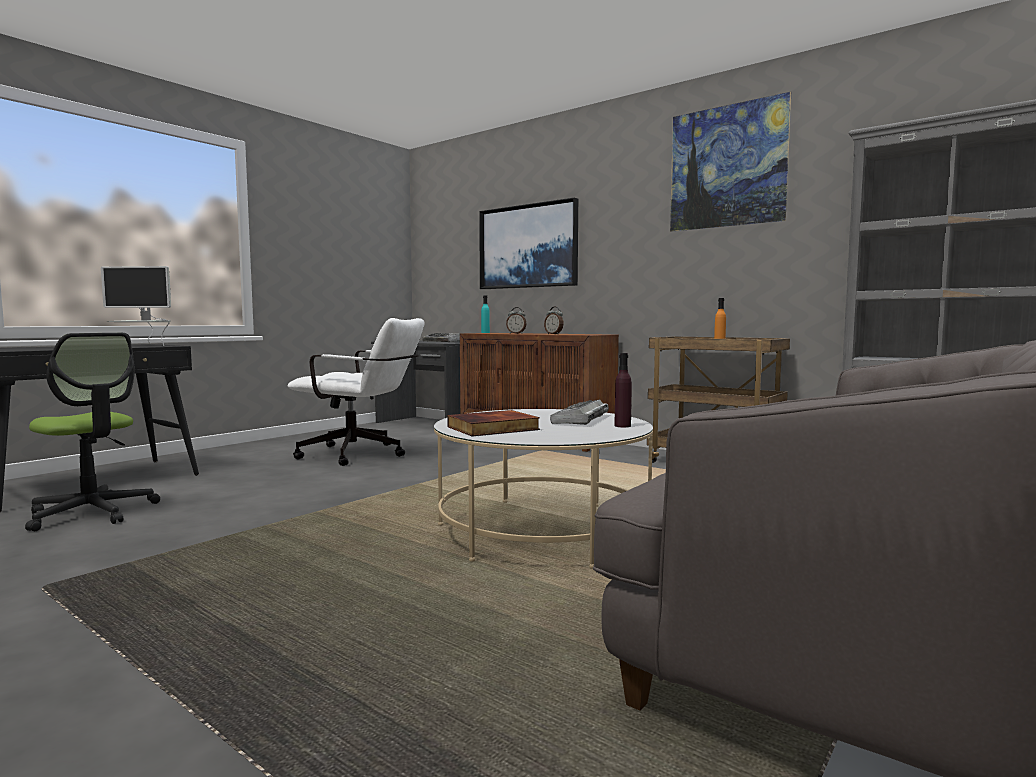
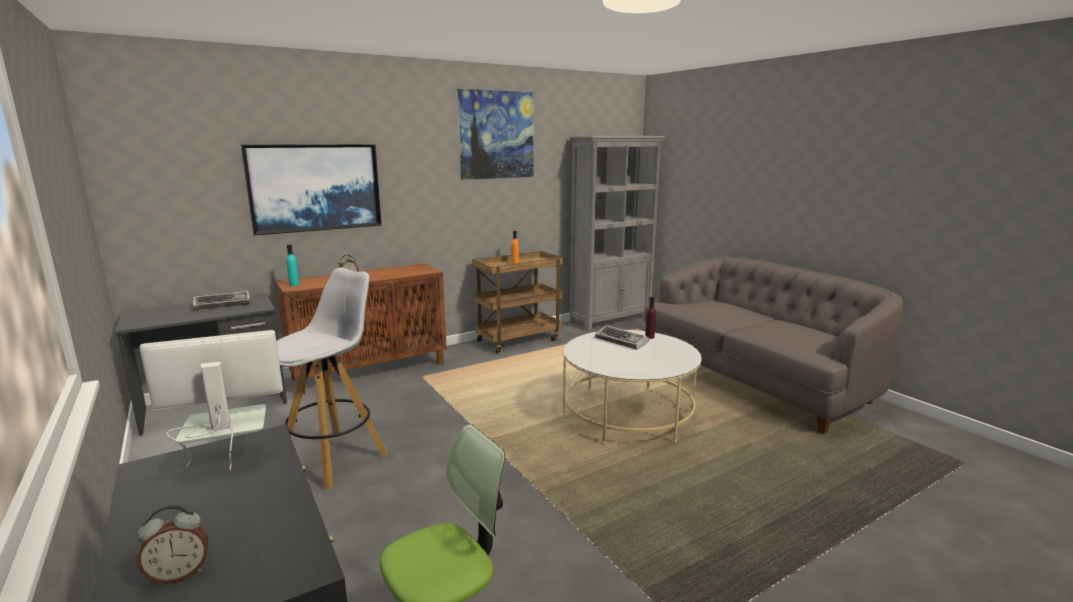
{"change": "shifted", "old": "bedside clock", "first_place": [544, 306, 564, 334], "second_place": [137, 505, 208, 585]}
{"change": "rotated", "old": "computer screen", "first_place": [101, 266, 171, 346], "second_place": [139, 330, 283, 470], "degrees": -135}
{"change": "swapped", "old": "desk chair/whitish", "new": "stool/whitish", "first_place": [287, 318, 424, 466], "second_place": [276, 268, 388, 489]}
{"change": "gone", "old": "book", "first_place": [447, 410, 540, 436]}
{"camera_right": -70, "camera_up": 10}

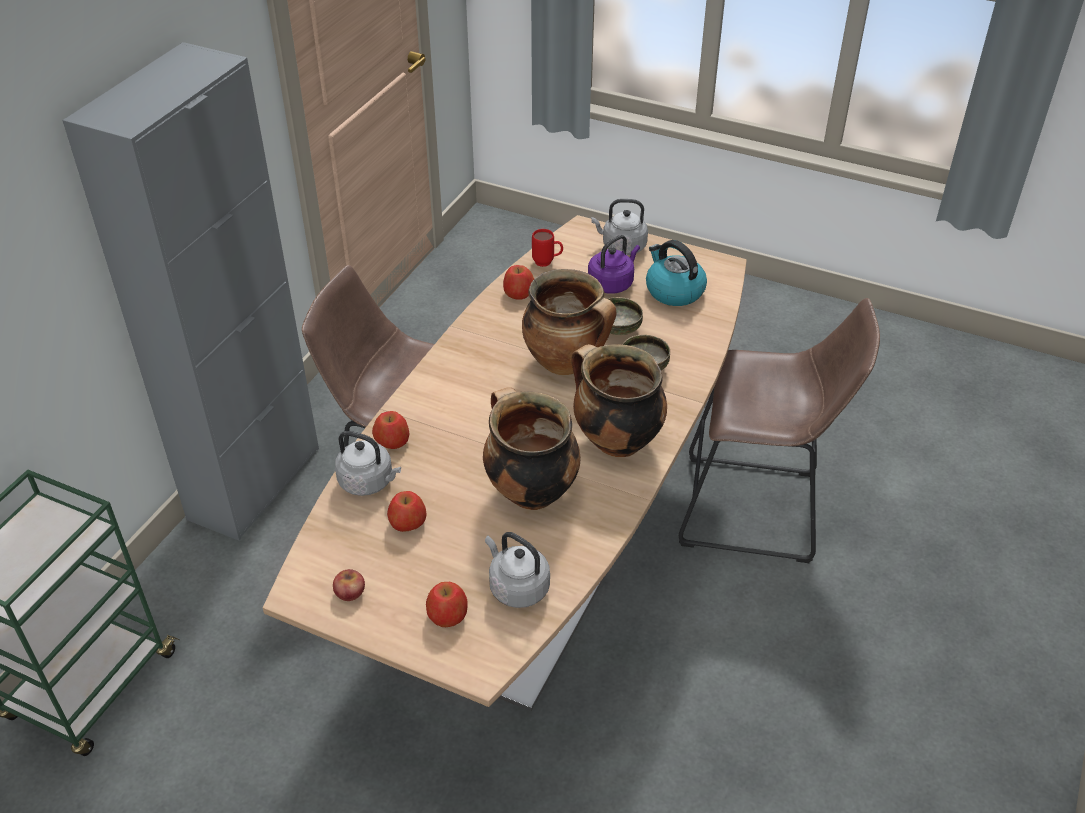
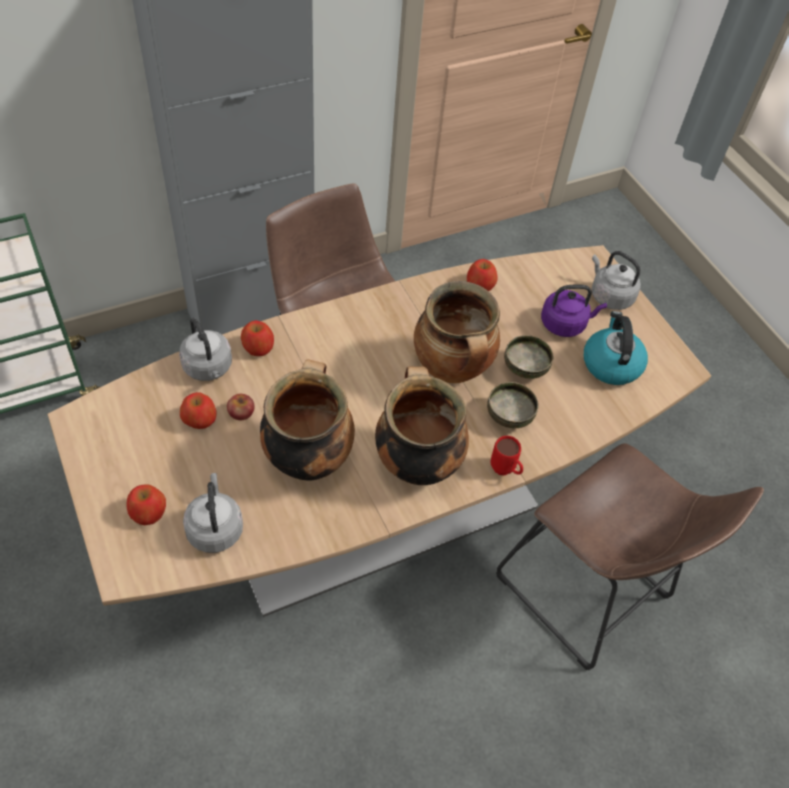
{"change": "shifted", "old": "apple", "first_place": [333, 569, 365, 601], "second_place": [227, 394, 255, 420]}
{"change": "shifted", "old": "mug/reddish", "first_place": [532, 229, 563, 267], "second_place": [491, 436, 523, 475]}
{"camera_right": 35, "camera_up": 10}

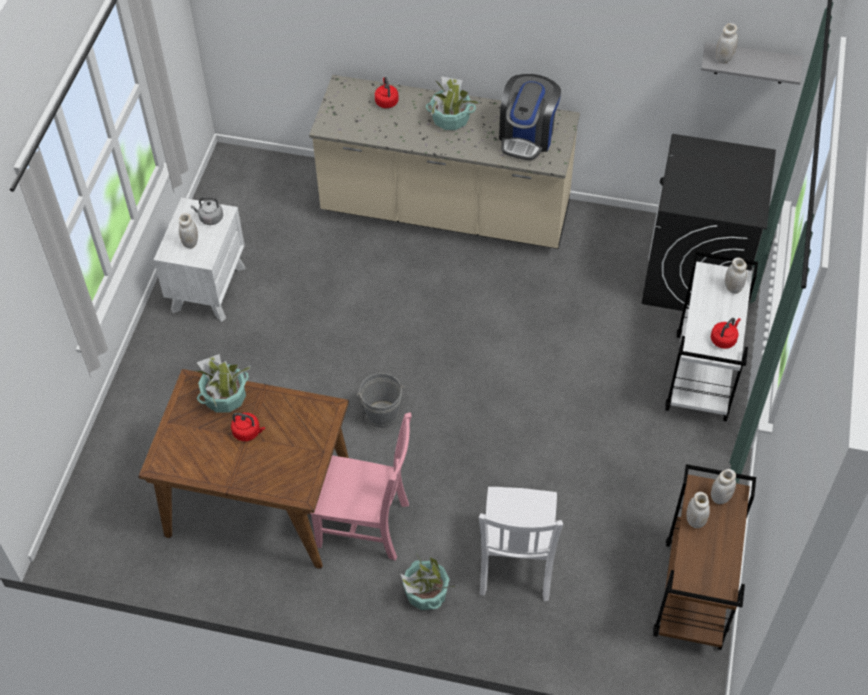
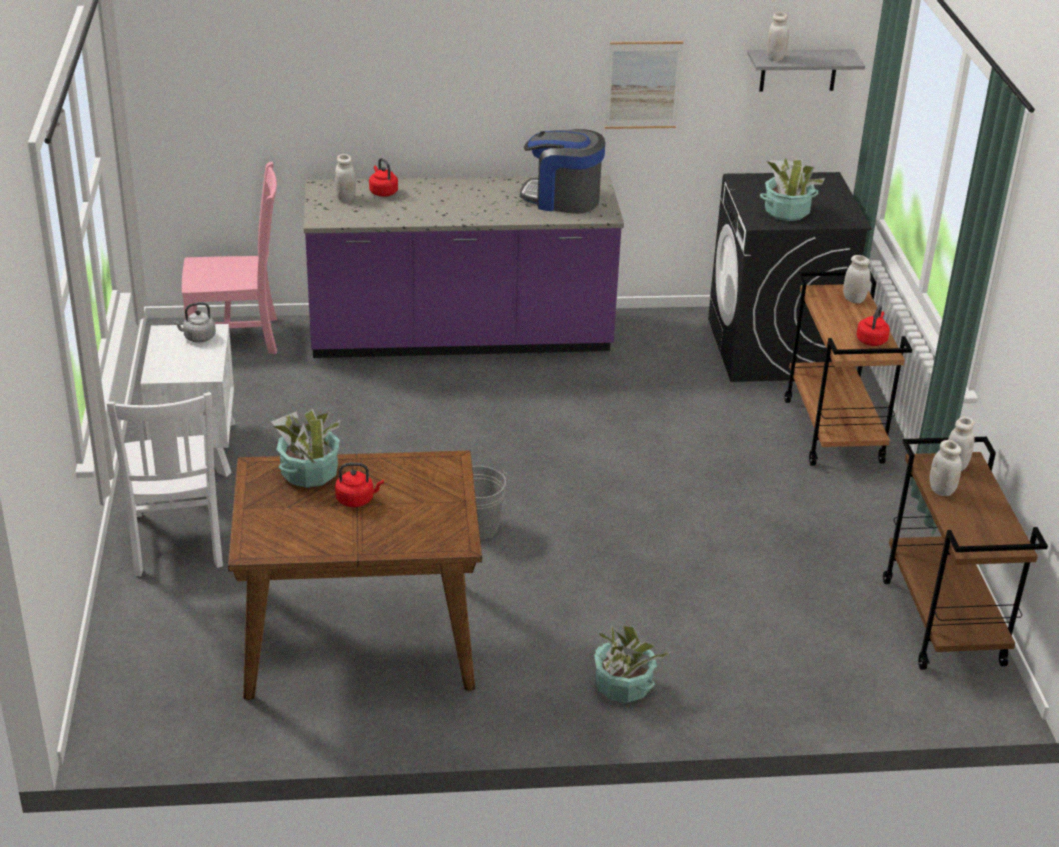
{"change": "shifted", "old": "upright chair/whitish", "first_place": [479, 487, 563, 601], "second_place": [107, 392, 223, 576]}
{"change": "shifted", "old": "upright chair/pink", "first_place": [310, 412, 411, 561], "second_place": [182, 161, 277, 354]}
{"change": "repainted", "old": "counter/beige", "new": "counter/purple", "first_place": [309, 75, 580, 249], "second_place": [304, 176, 624, 358]}
{"change": "shifted", "old": "jar/whitish", "first_place": [179, 213, 198, 249], "second_place": [335, 154, 356, 202]}
{"change": "rotated", "old": "coffee machine", "first_place": [499, 74, 561, 160], "second_place": [520, 129, 605, 214], "degrees": 105}
{"change": "new", "new": "picture", "second_place": [605, 41, 683, 129]}
{"change": "shifted", "old": "potted plant", "first_place": [426, 76, 480, 130], "second_place": [760, 157, 825, 221]}
{"change": "repainted", "old": "trolley/whitish", "new": "trolley/brown-coloured", "first_place": [665, 251, 758, 421], "second_place": [785, 271, 912, 466]}
{"camera_right": -20, "camera_up": -20}

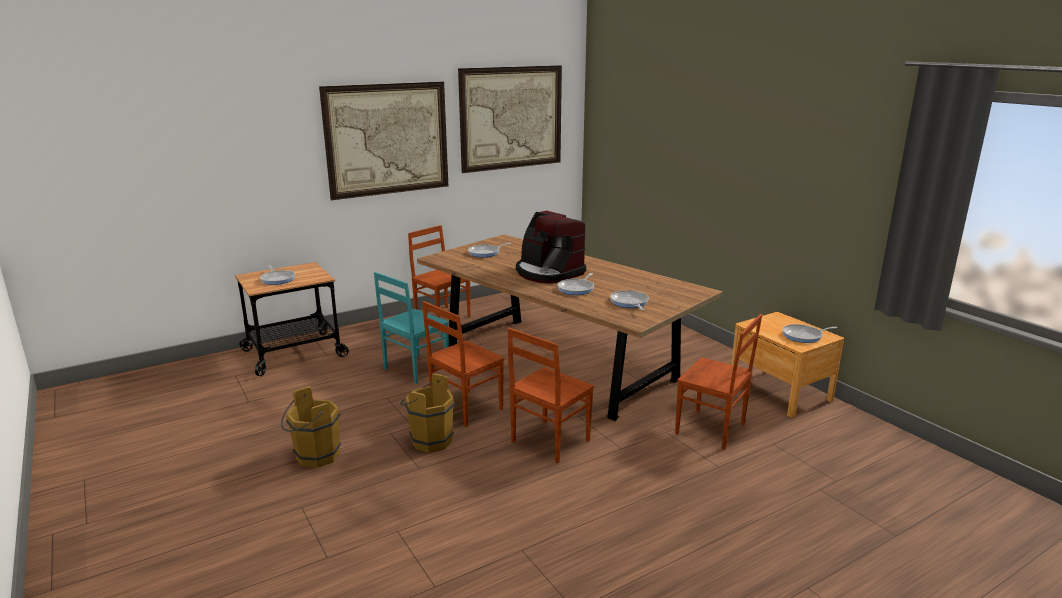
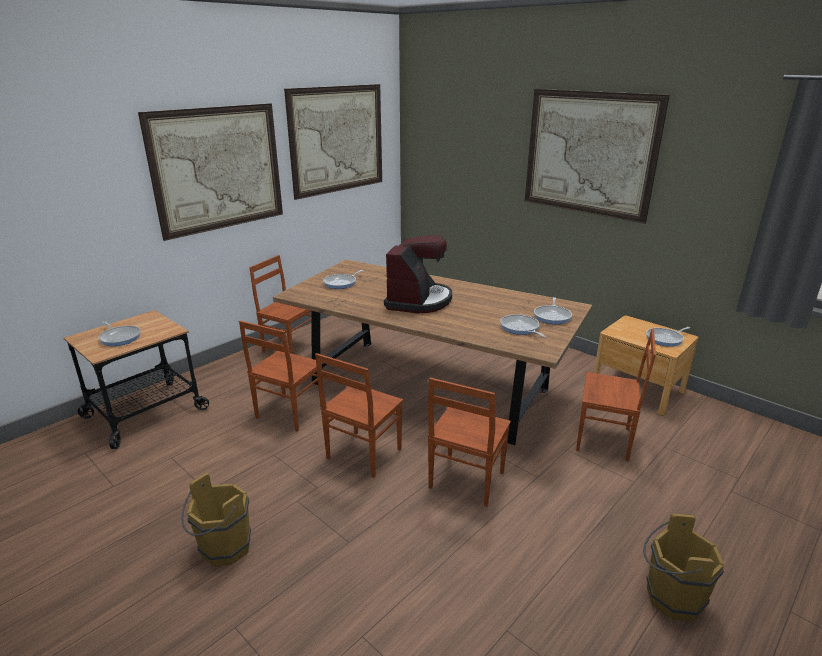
{"change": "repainted", "old": "upright chair/turquoise", "new": "upright chair/brown-coloured", "first_place": [374, 272, 449, 384], "second_place": [239, 320, 322, 432]}
{"change": "rotated", "old": "coffee machine", "first_place": [516, 211, 586, 283], "second_place": [384, 235, 452, 313], "degrees": -105}
{"change": "new", "new": "picture", "second_place": [525, 89, 670, 224]}
{"change": "shifted", "old": "frying pan", "first_place": [557, 273, 594, 295], "second_place": [534, 297, 572, 324]}
{"change": "shifted", "old": "water bucket/brown-coloured", "first_place": [400, 373, 455, 453], "second_place": [643, 513, 724, 622]}
{"camera_right": -15, "camera_up": 5}

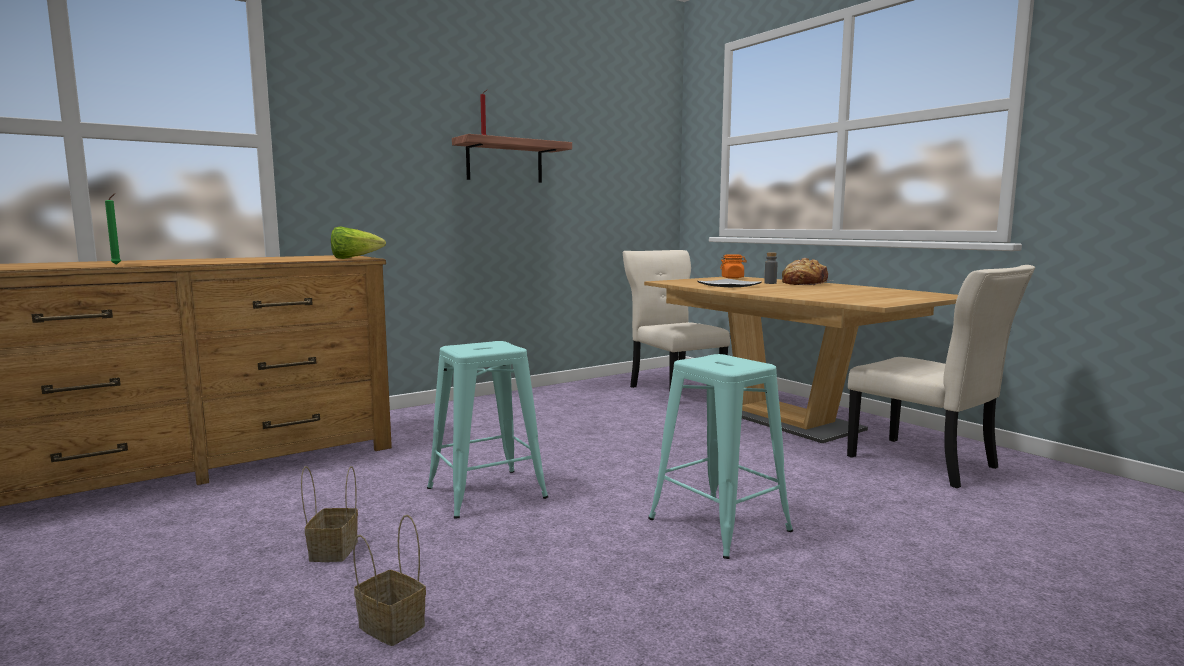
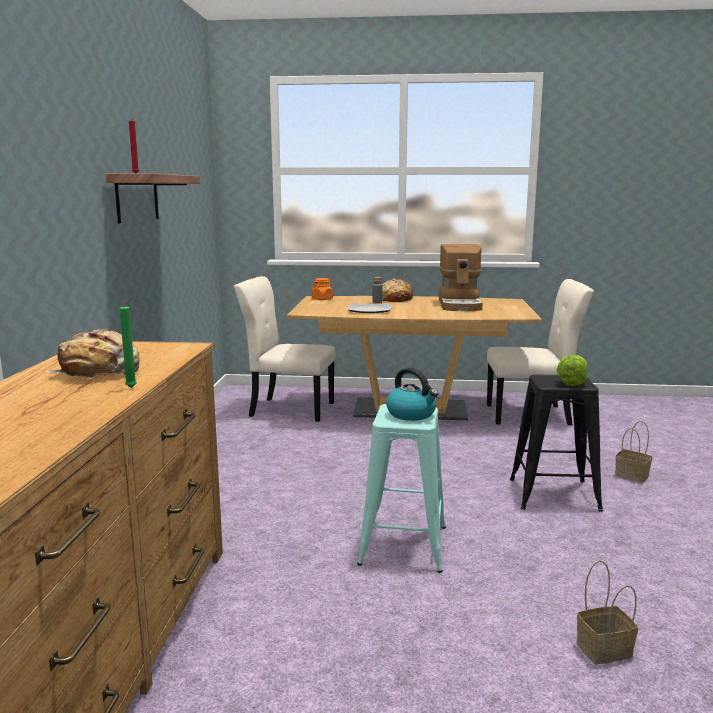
{"change": "new", "new": "bread", "second_place": [45, 328, 139, 379]}
{"change": "shifted", "old": "candle/green-coloured", "first_place": [105, 193, 121, 265], "second_place": [120, 297, 137, 388]}
{"change": "new", "new": "water kettle", "second_place": [386, 368, 439, 421]}
{"change": "new", "new": "coffee machine", "second_place": [439, 244, 482, 311]}
{"change": "repainted", "old": "stool/turquoise", "new": "stool/black-coloured", "first_place": [648, 354, 793, 559], "second_place": [510, 374, 603, 512]}
{"change": "shifted", "old": "head of lettuce", "first_place": [331, 226, 386, 259], "second_place": [557, 355, 588, 386]}
{"change": "shifted", "old": "basket", "first_place": [301, 466, 358, 562], "second_place": [615, 421, 652, 483]}
{"camera_right": -50, "camera_up": 5}

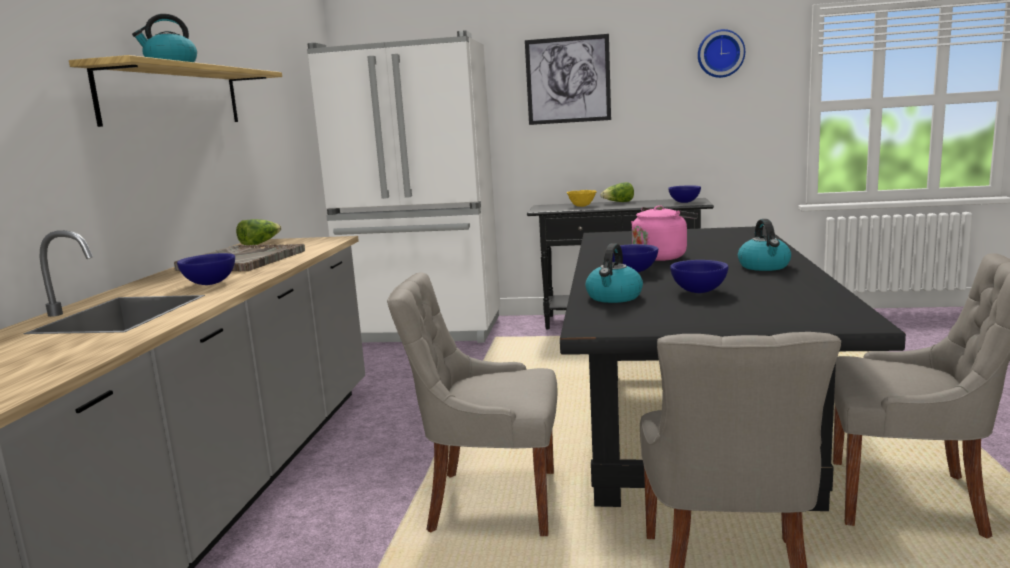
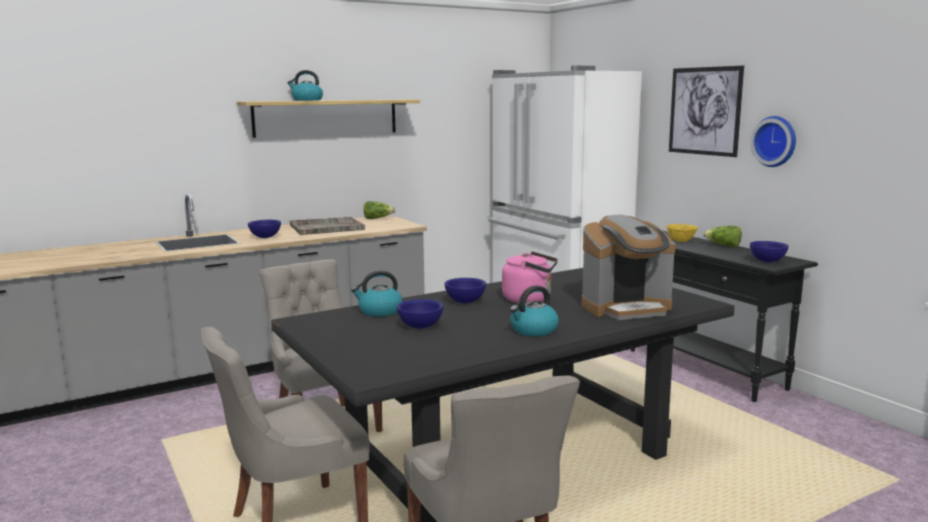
{"change": "new", "new": "coffee machine", "second_place": [582, 215, 676, 320]}
{"change": "shifted", "old": "hanging clock", "first_place": [698, 29, 745, 78], "second_place": [750, 116, 796, 167]}
{"camera_right": 50, "camera_up": 0}

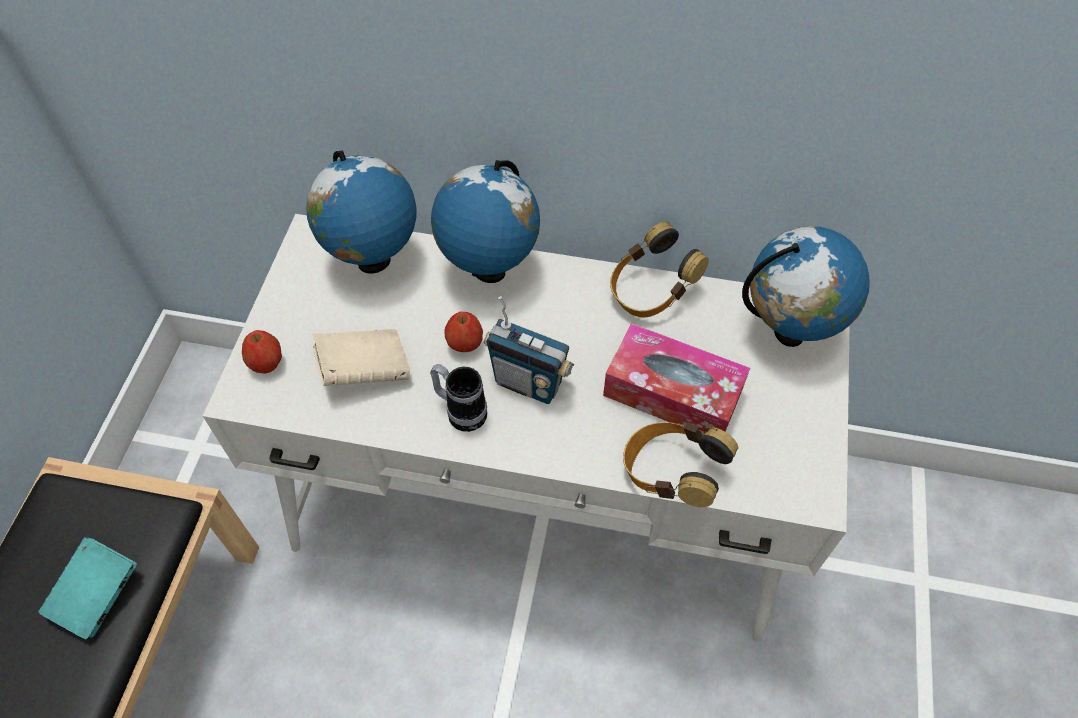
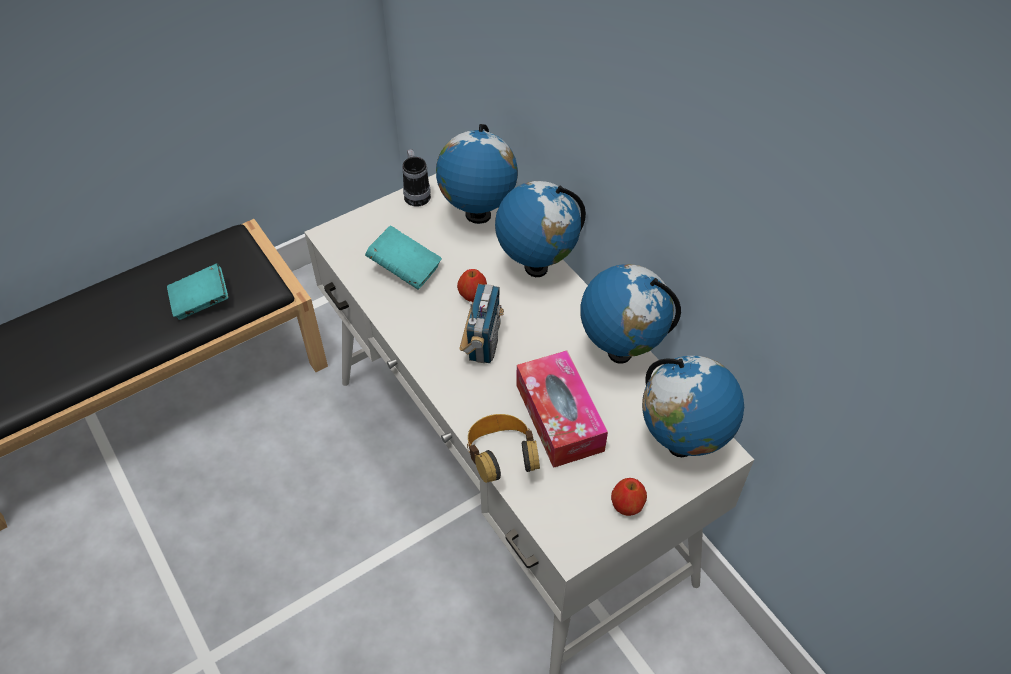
{"change": "repainted", "old": "book/beige", "new": "book/turquoise", "first_place": [313, 329, 410, 386], "second_place": [365, 226, 442, 289]}
{"change": "shifted", "old": "mug", "first_place": [430, 364, 487, 432], "second_place": [402, 149, 431, 207]}
{"change": "rotated", "old": "radio", "first_place": [484, 296, 574, 404], "second_place": [460, 284, 504, 363], "degrees": -150}
{"change": "swapped", "old": "pair of headphones", "new": "world globe", "first_place": [610, 222, 709, 318], "second_place": [581, 264, 681, 364]}
{"change": "shifted", "old": "apple", "first_place": [242, 330, 282, 374], "second_place": [611, 478, 647, 516]}
{"camera_right": 45, "camera_up": -5}

